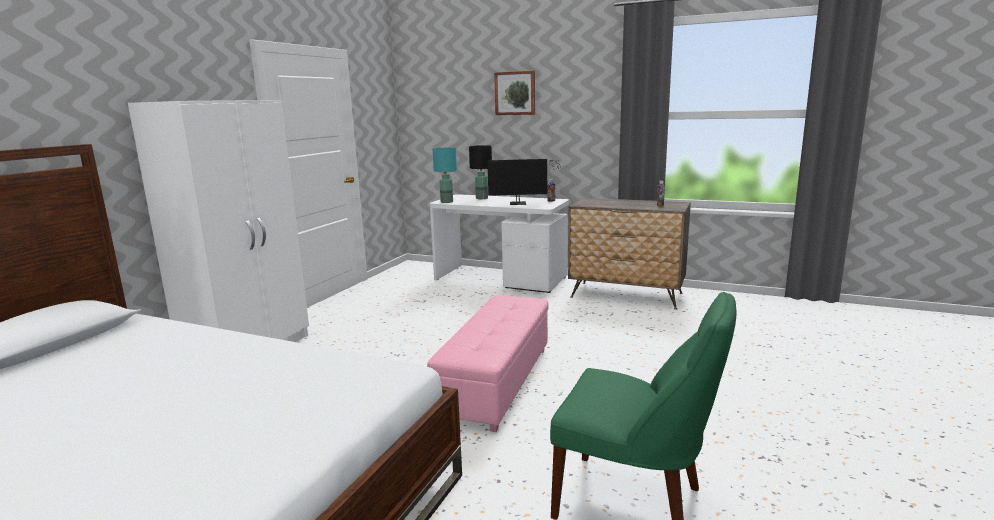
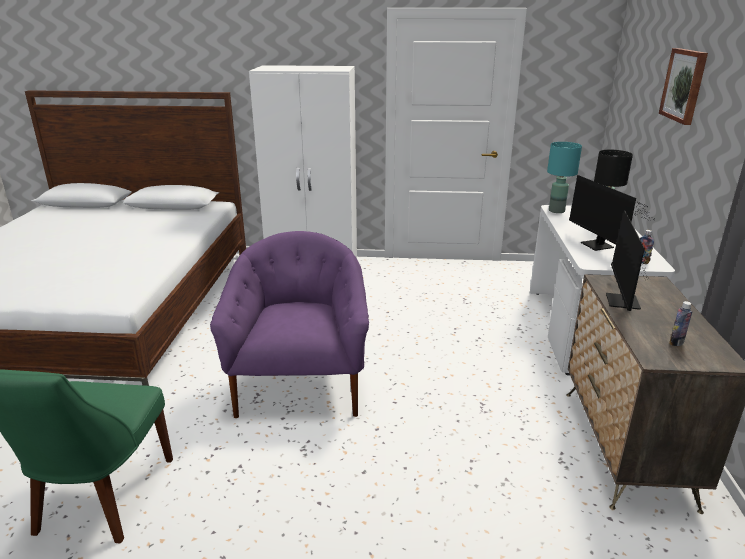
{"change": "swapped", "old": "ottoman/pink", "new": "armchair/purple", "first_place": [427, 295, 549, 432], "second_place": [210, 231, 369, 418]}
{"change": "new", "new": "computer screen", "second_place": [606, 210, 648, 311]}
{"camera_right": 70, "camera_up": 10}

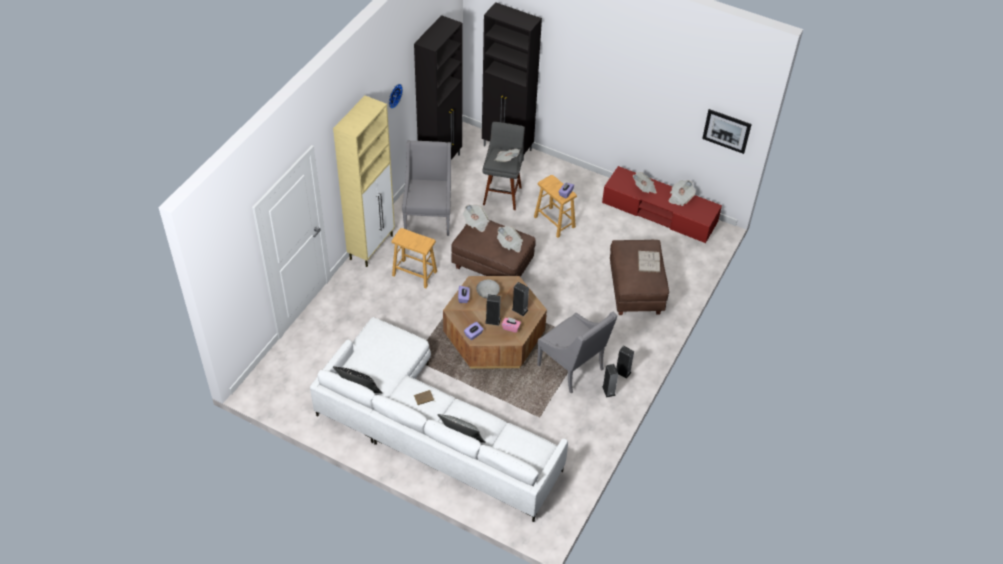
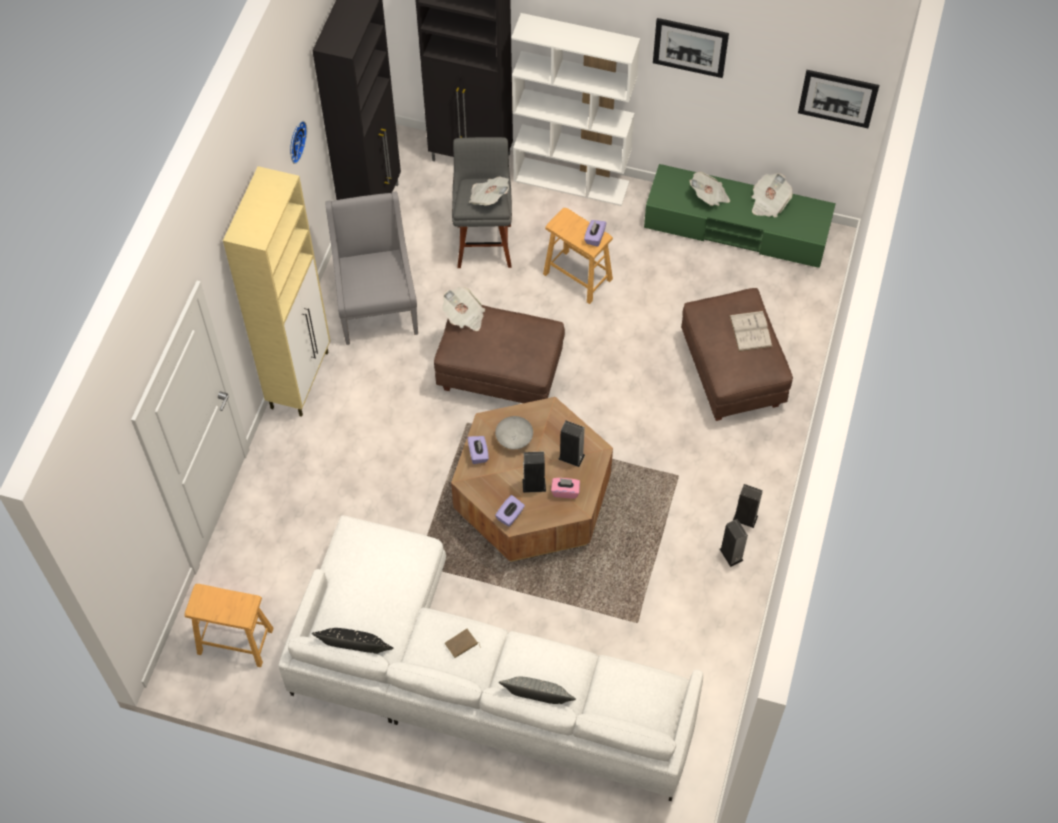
{"change": "shifted", "old": "stool/brown-coloured", "first_place": [391, 228, 437, 288], "second_place": [184, 584, 274, 667]}
{"change": "new", "new": "bookshelf/whitish", "second_place": [511, 13, 640, 206]}
{"change": "repainted", "old": "tv stand/reddish", "new": "tv stand/green-coloured", "first_place": [602, 166, 722, 243], "second_place": [644, 164, 836, 268]}
{"change": "new", "new": "picture", "second_place": [653, 18, 729, 78]}
{"change": "gone", "old": "printed paper", "first_place": [497, 226, 523, 253]}
{"change": "gone", "old": "armchair/gray", "first_place": [537, 312, 617, 393]}
{"camera_right": -10, "camera_up": 10}

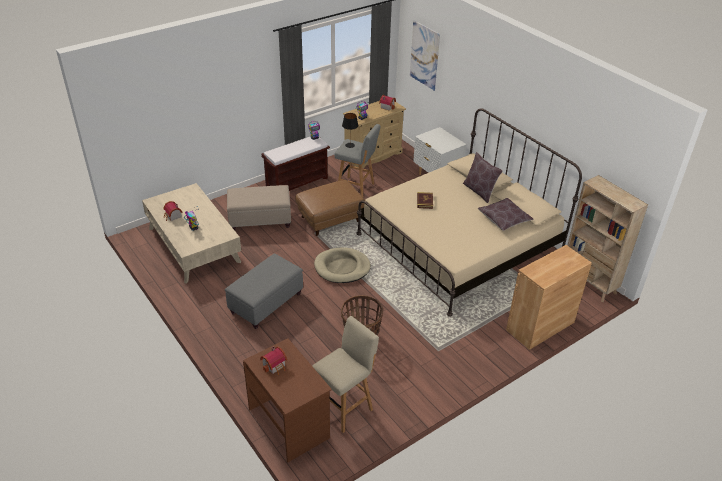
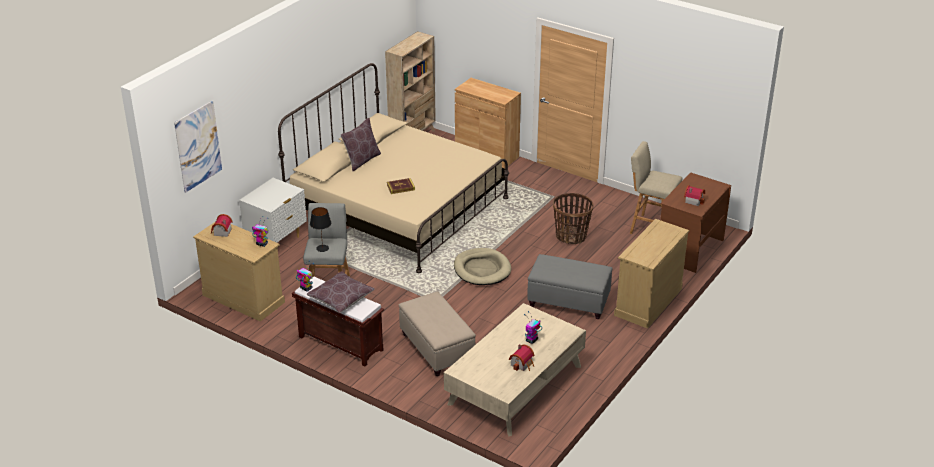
{"change": "shifted", "old": "cushion/brown-coloured", "first_place": [478, 198, 534, 231], "second_place": [306, 271, 375, 313]}
{"change": "new", "new": "chest of drawers/beige", "second_place": [614, 219, 689, 329]}
{"change": "gone", "old": "ottoman/brown-coloured", "first_place": [295, 180, 365, 236]}
{"camera_right": -110, "camera_up": -5}

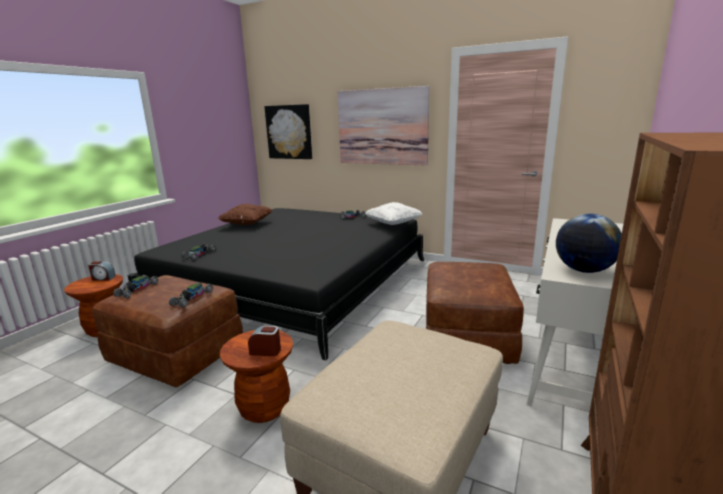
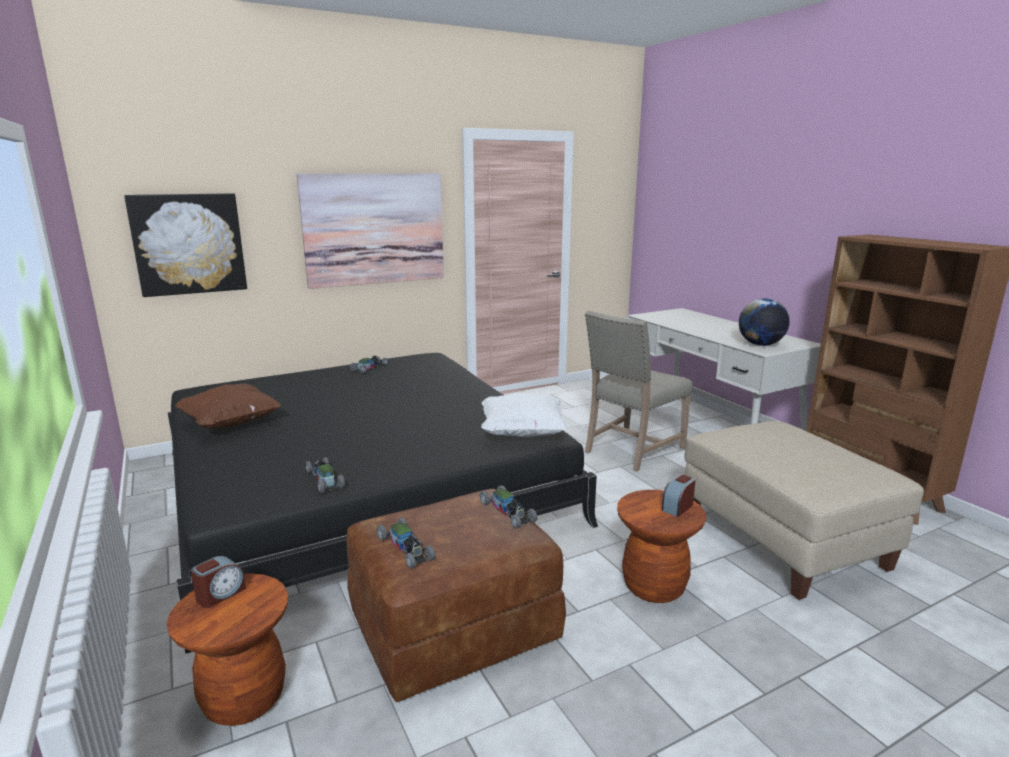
{"change": "shifted", "old": "cushion/whitish", "first_place": [365, 202, 422, 225], "second_place": [481, 392, 568, 437]}
{"change": "swapped", "old": "ottoman/brown-coloured", "new": "upright chair/beige", "first_place": [426, 262, 524, 364], "second_place": [585, 311, 693, 472]}
{"camera_right": -55, "camera_up": 0}

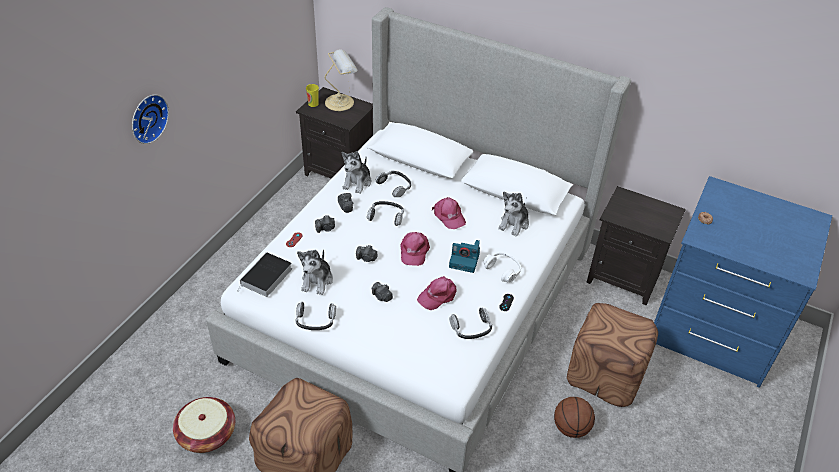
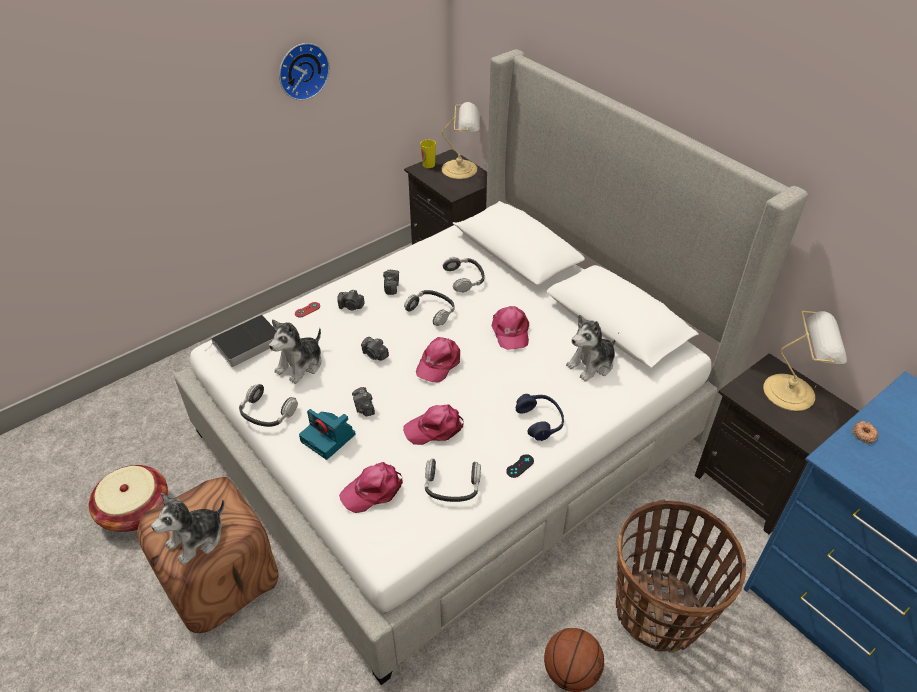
{"change": "shifted", "old": "soft toy", "first_place": [342, 151, 371, 194], "second_place": [151, 493, 224, 565]}
{"change": "shifted", "old": "hanging clock", "first_place": [132, 94, 169, 144], "second_place": [279, 43, 330, 100]}
{"change": "shifted", "old": "still camera", "first_place": [449, 240, 480, 273], "second_place": [299, 409, 355, 460]}
{"change": "new", "new": "baseball cap/pink", "second_place": [339, 462, 403, 513]}
{"change": "repainted", "old": "pair of headphones/whitish", "new": "pair of headphones/blue", "first_place": [483, 252, 521, 283], "second_place": [516, 394, 564, 441]}
{"change": "swapped", "old": "ottoman/brown-coloured", "new": "basket", "first_place": [567, 303, 658, 407], "second_place": [616, 499, 746, 653]}
{"change": "new", "new": "lamp for a table", "second_place": [763, 311, 847, 411]}
{"camera_right": 25, "camera_up": 0}

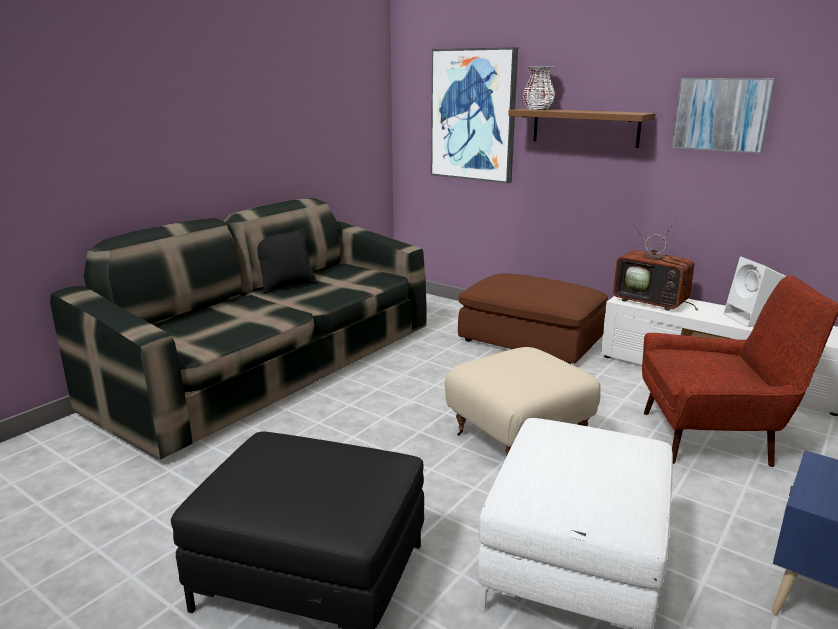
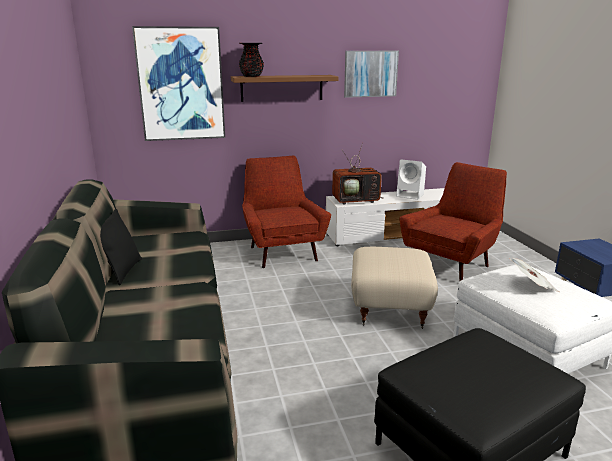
{"change": "repainted", "old": "decorative vase/whitish", "new": "decorative vase/black-coloured", "first_place": [523, 66, 556, 110], "second_place": [239, 43, 264, 77]}
{"change": "swapped", "old": "ottoman/brown-coloured", "new": "armchair/reddish", "first_place": [458, 273, 608, 364], "second_place": [242, 156, 331, 268]}
{"change": "new", "new": "printed paper", "second_place": [509, 258, 559, 292]}
{"camera_right": -50, "camera_up": 0}

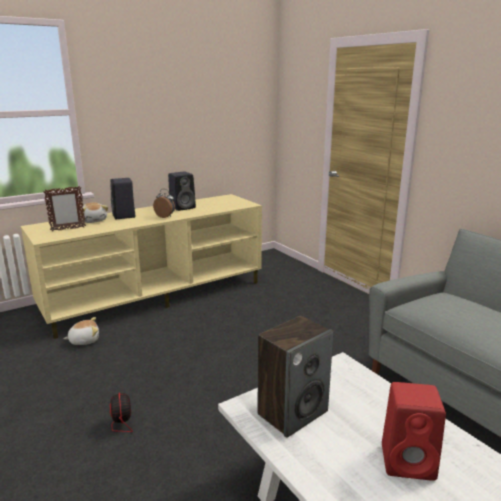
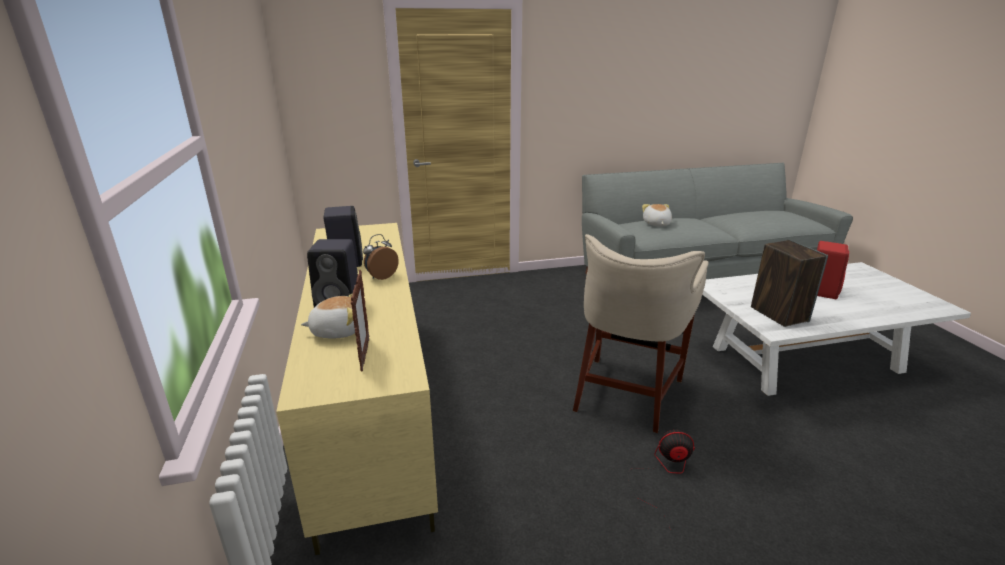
{"change": "new", "new": "stool/beige", "second_place": [573, 234, 708, 433]}
{"change": "shifted", "old": "soft toy", "first_place": [63, 317, 99, 345], "second_place": [642, 204, 672, 227]}
{"camera_right": -70, "camera_up": 5}

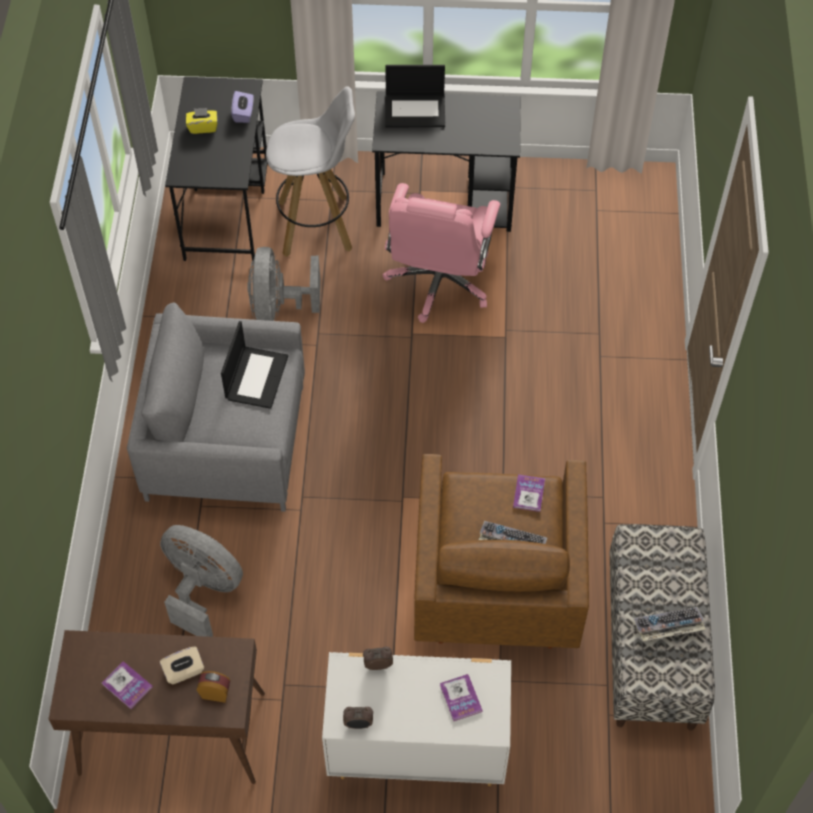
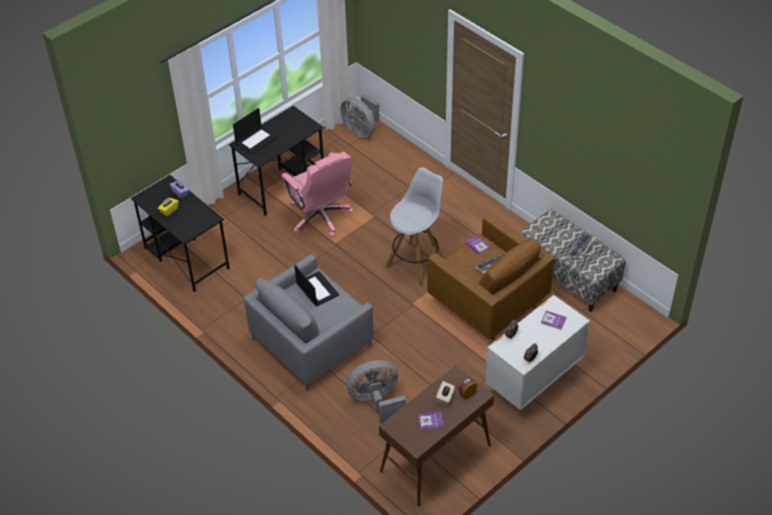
{"change": "shifted", "old": "cooling fan/gray", "first_place": [247, 247, 321, 321], "second_place": [340, 94, 380, 138]}
{"change": "shifted", "old": "stool/whitish", "first_place": [266, 86, 355, 257], "second_place": [385, 167, 444, 286]}
{"camera_right": -45, "camera_up": -10}

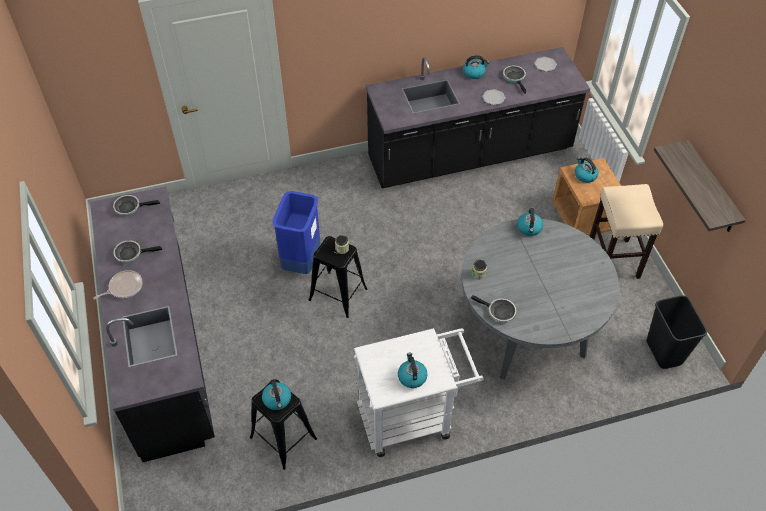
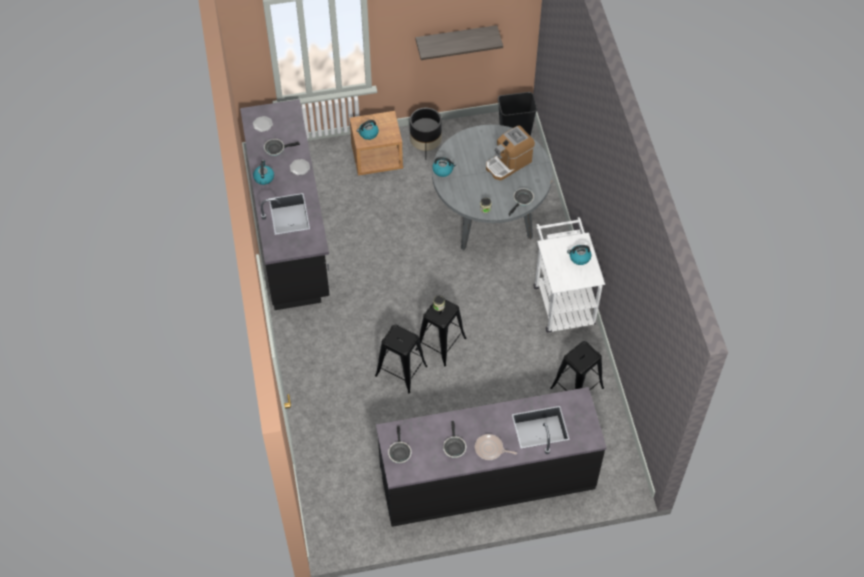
{"change": "swapped", "old": "rubbish bin/blue", "new": "stool/black-coloured", "first_place": [273, 191, 321, 274], "second_place": [375, 325, 428, 393]}
{"change": "swapped", "old": "stool/beige", "new": "flower pot/black-coloured", "first_place": [589, 184, 663, 279], "second_place": [410, 108, 442, 152]}
{"change": "rotated", "old": "frying pan", "first_place": [93, 270, 143, 299], "second_place": [475, 434, 517, 460], "degrees": -45}
{"change": "new", "new": "coffee machine", "second_place": [486, 125, 535, 180]}
{"change": "gone", "old": "water kettle", "first_place": [262, 379, 291, 410]}
{"camera_right": -85, "camera_up": 5}

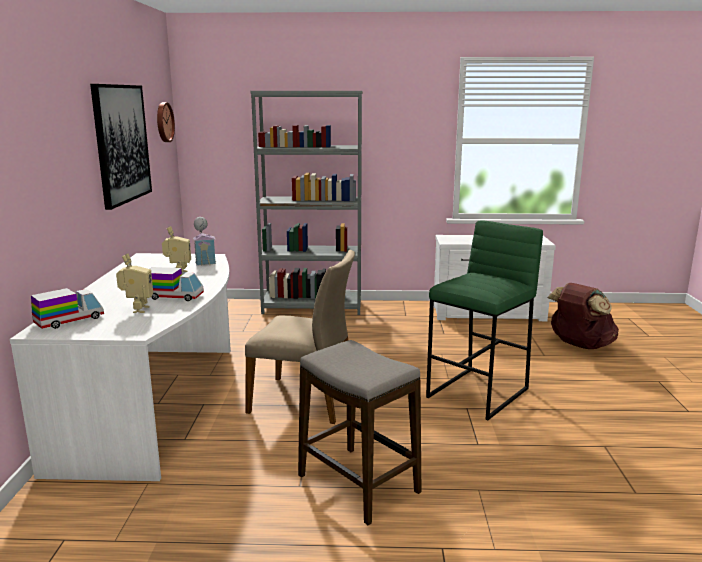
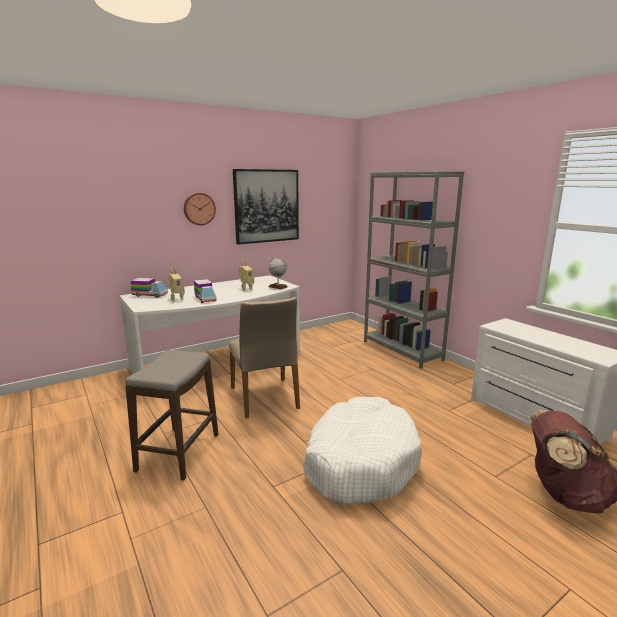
{"change": "shifted", "old": "hanging clock", "first_place": [157, 102, 175, 142], "second_place": [184, 193, 216, 225]}
{"change": "swapped", "old": "miniature house", "new": "world globe", "first_place": [193, 217, 216, 266], "second_place": [269, 257, 288, 289]}
{"change": "swapped", "old": "stool/green-coloured", "new": "dog cushion/whitish", "first_place": [426, 220, 543, 420], "second_place": [303, 397, 422, 504]}
{"camera_right": 55, "camera_up": 0}

